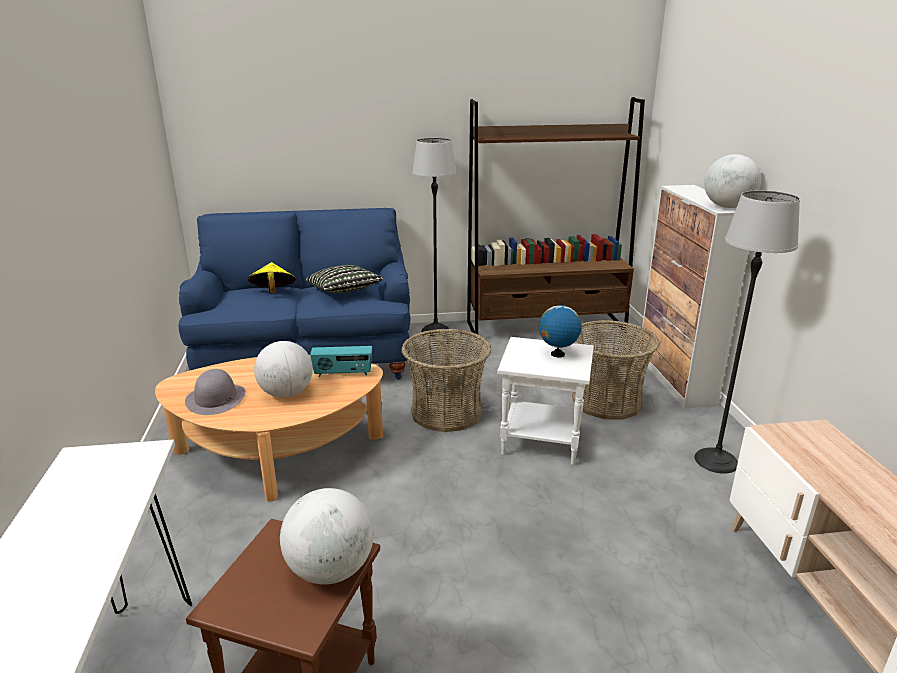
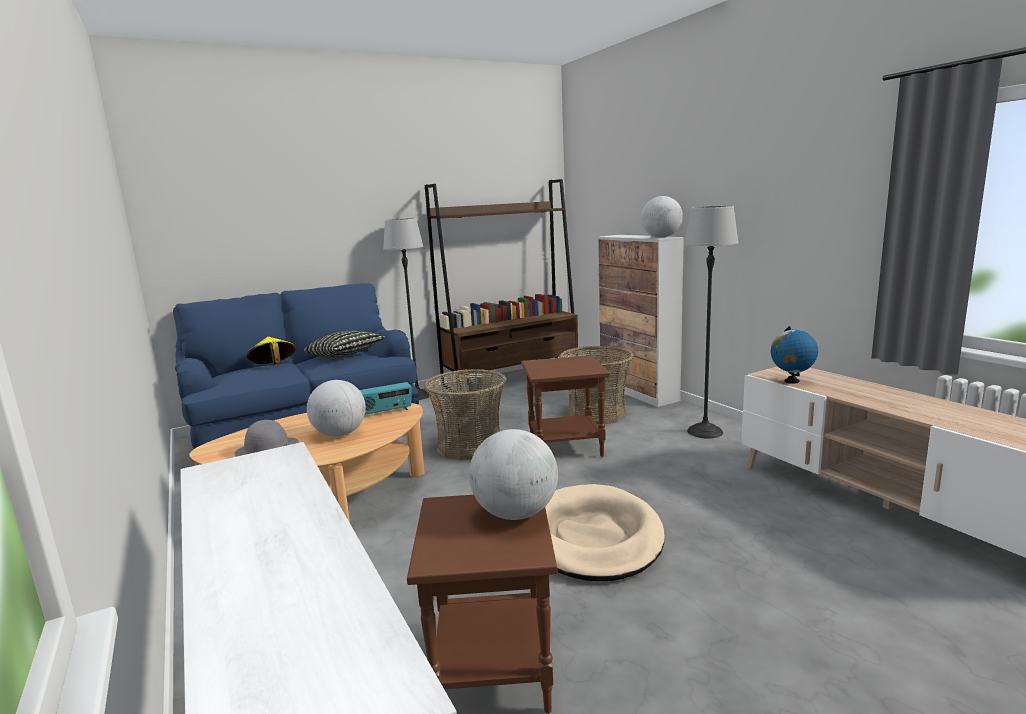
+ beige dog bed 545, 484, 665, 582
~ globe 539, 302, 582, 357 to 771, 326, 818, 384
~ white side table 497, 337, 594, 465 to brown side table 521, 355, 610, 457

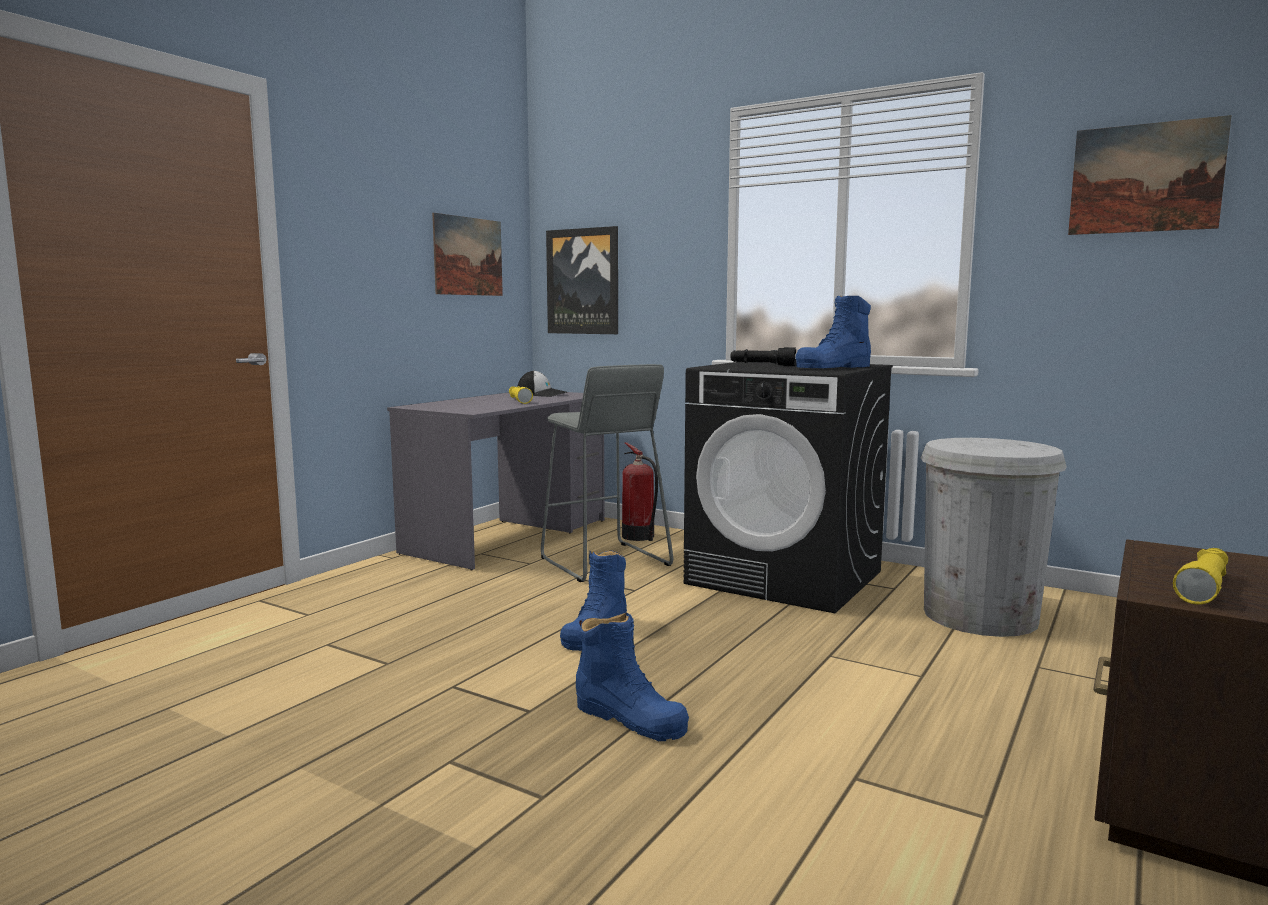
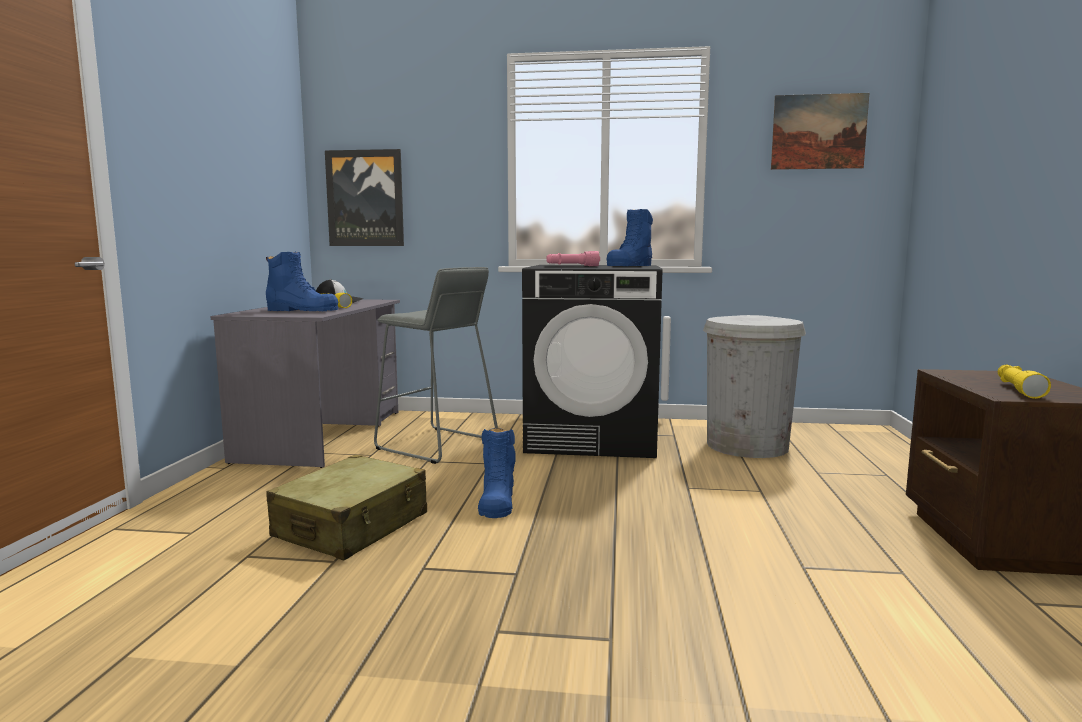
- picture 432, 213, 503, 296
- fire extinguisher 622, 442, 658, 541
+ beige suitcase 266, 455, 427, 560
~ blue boot 576, 612, 689, 741 to 266, 252, 338, 311
~ black flashlight 731, 347, 796, 366 to pink flashlight 546, 251, 600, 266

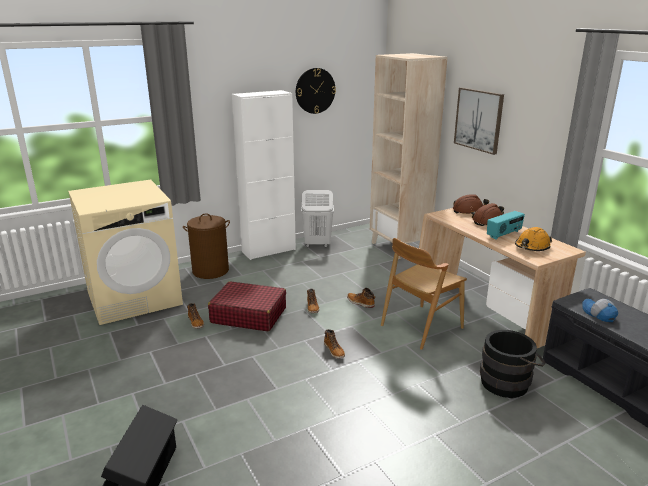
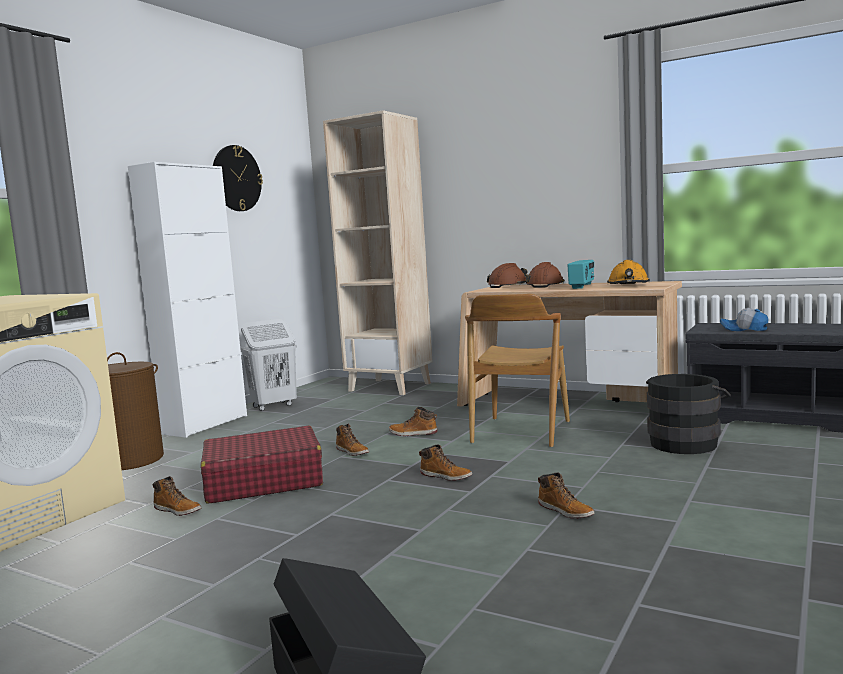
- picture 454, 87, 504, 155
+ boot 538, 472, 595, 519

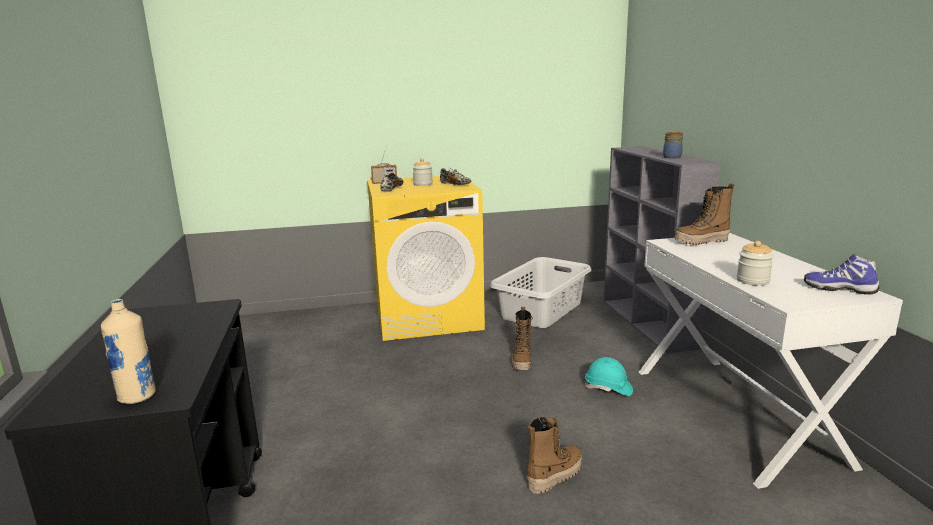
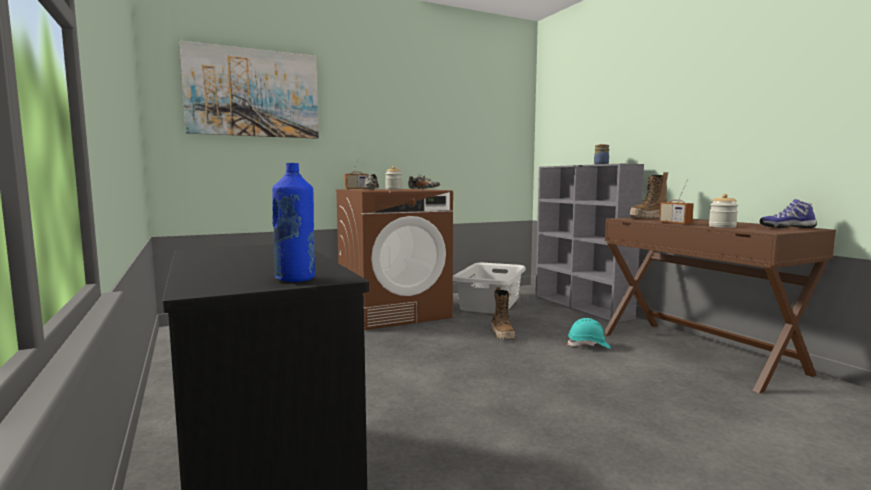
- boot 527, 417, 582, 494
+ picture 180, 41, 319, 139
+ radio 659, 180, 694, 225
~ beige bottle 101, 299, 156, 404 to blue bottle 272, 163, 315, 282
~ yellow washing machine 367, 176, 485, 341 to brown washing machine 336, 189, 453, 330
~ white desk 639, 233, 903, 489 to brown desk 604, 217, 836, 393

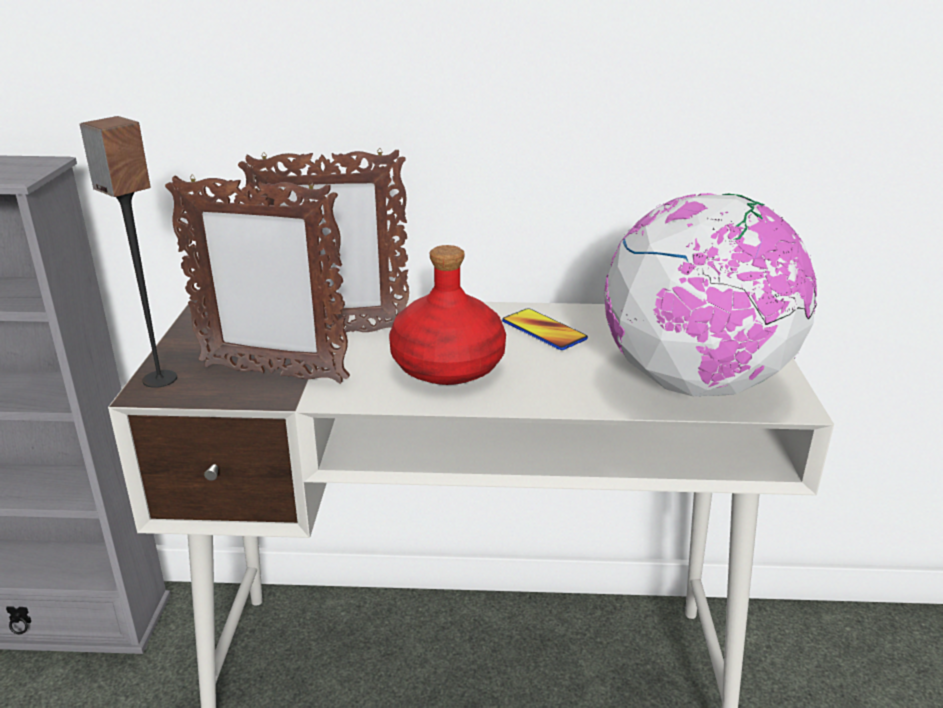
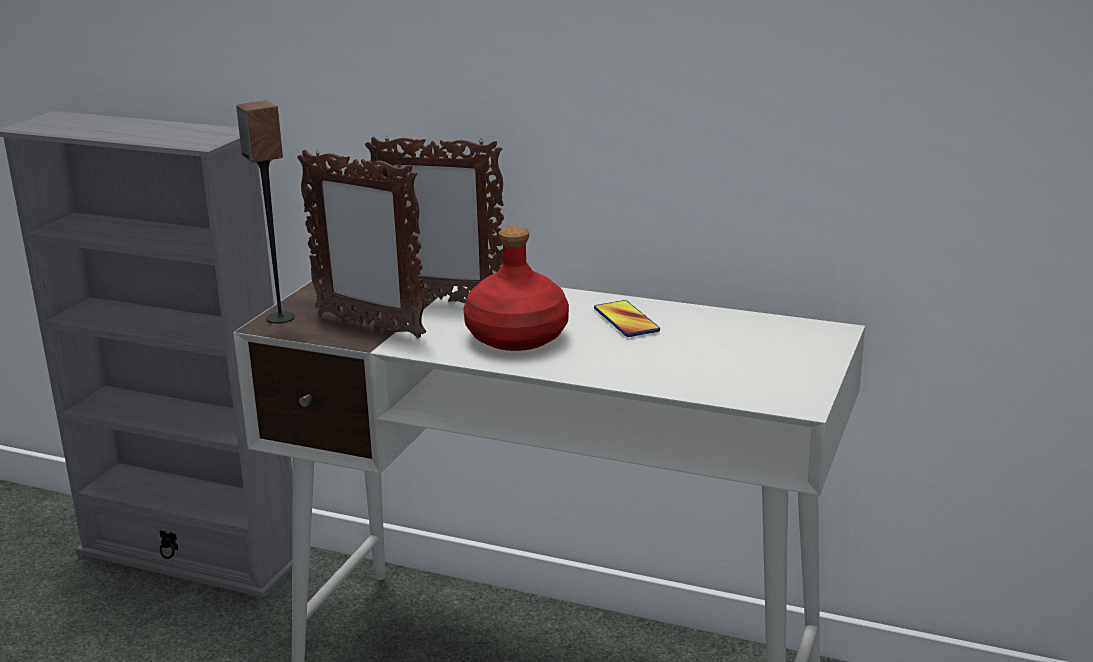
- globe 604, 193, 817, 396

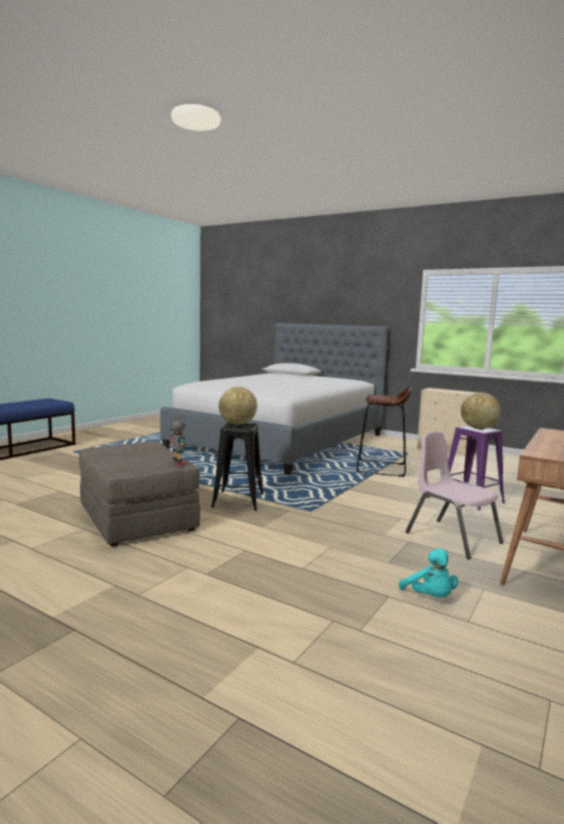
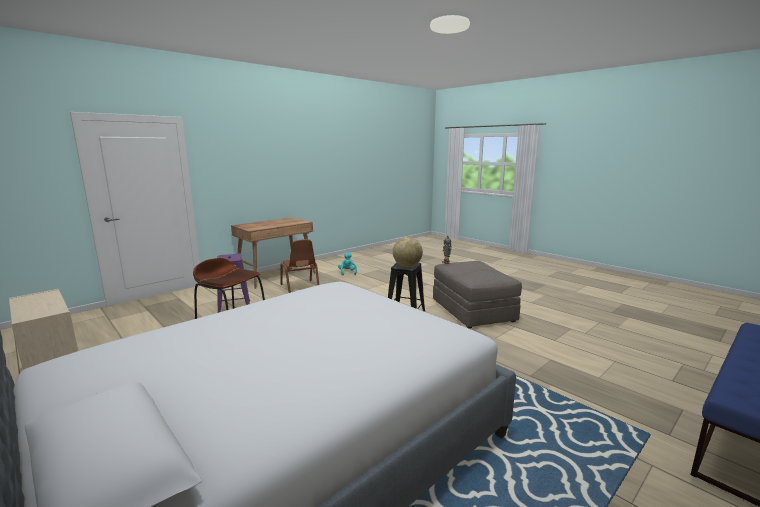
- globe 461, 392, 501, 429
~ pink chair 406, 432, 504, 559 to brown chair 280, 239, 319, 293

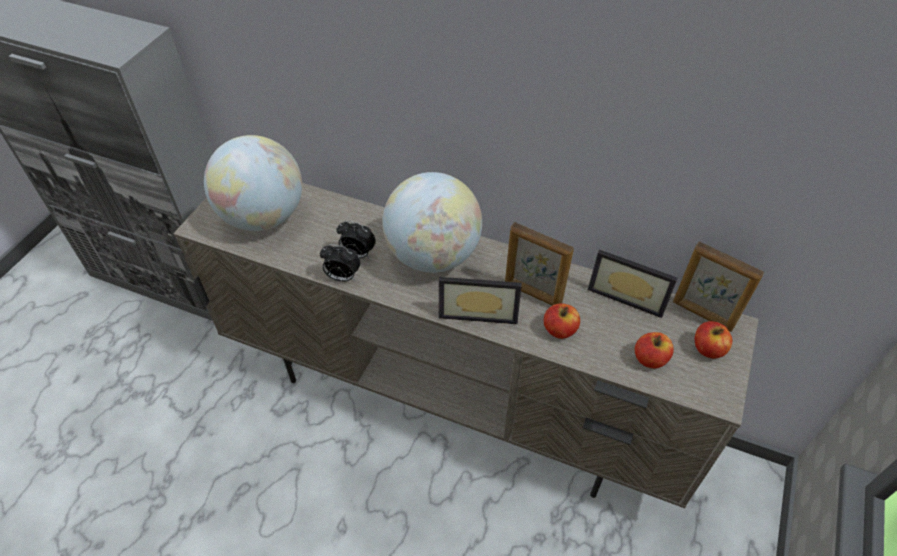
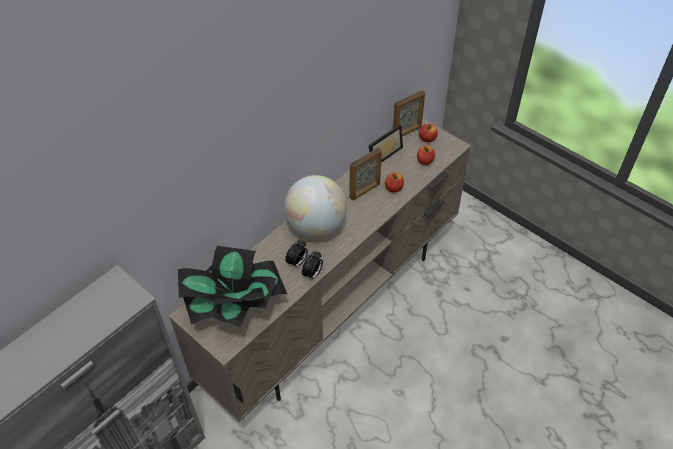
- picture frame 439, 277, 522, 324
~ globe 204, 135, 302, 231 to potted plant 178, 246, 287, 328

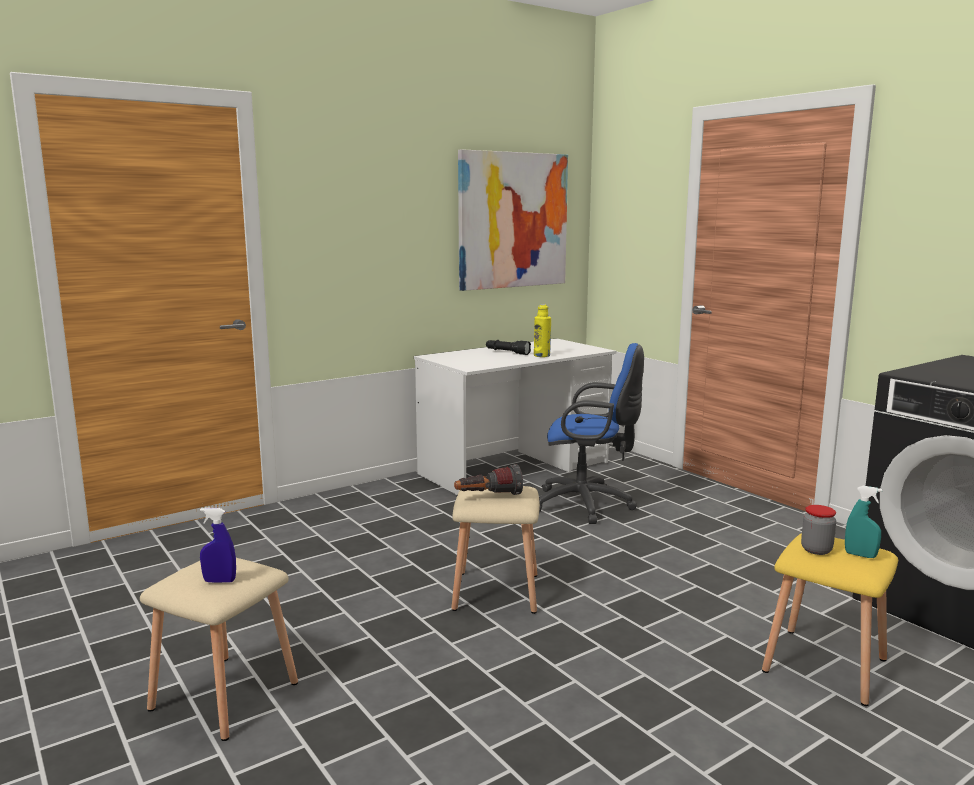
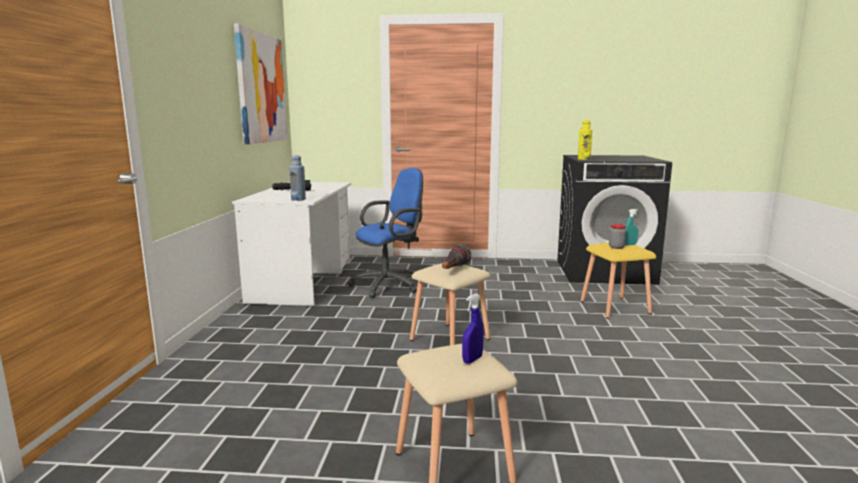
+ blue bottle 289, 155, 306, 201
~ yellow bottle 534, 304, 551, 357 to 578, 120, 592, 160

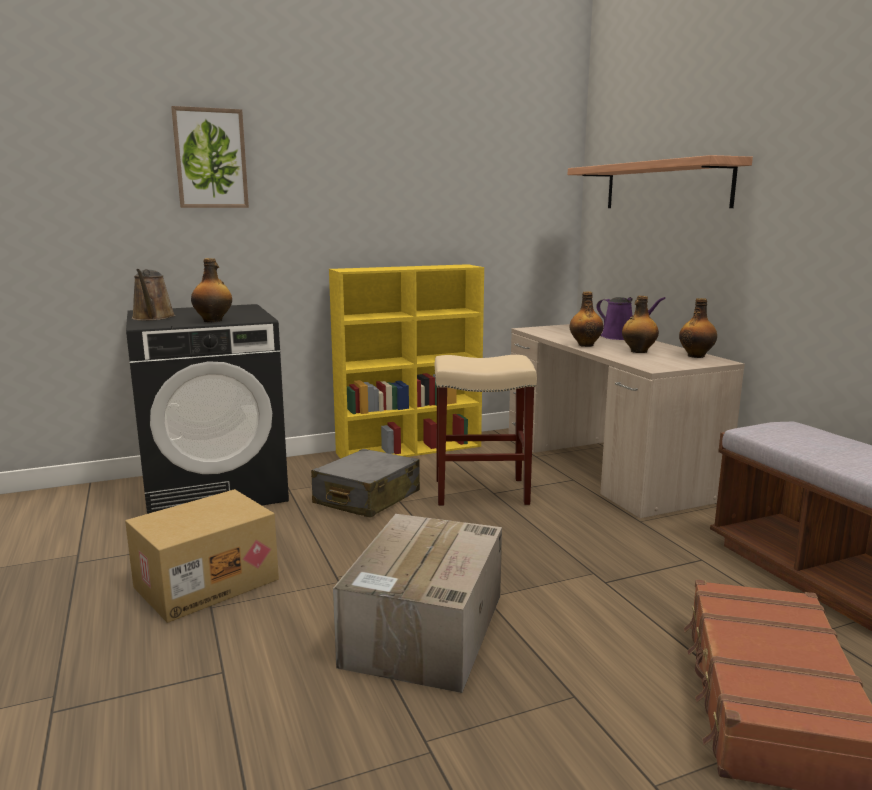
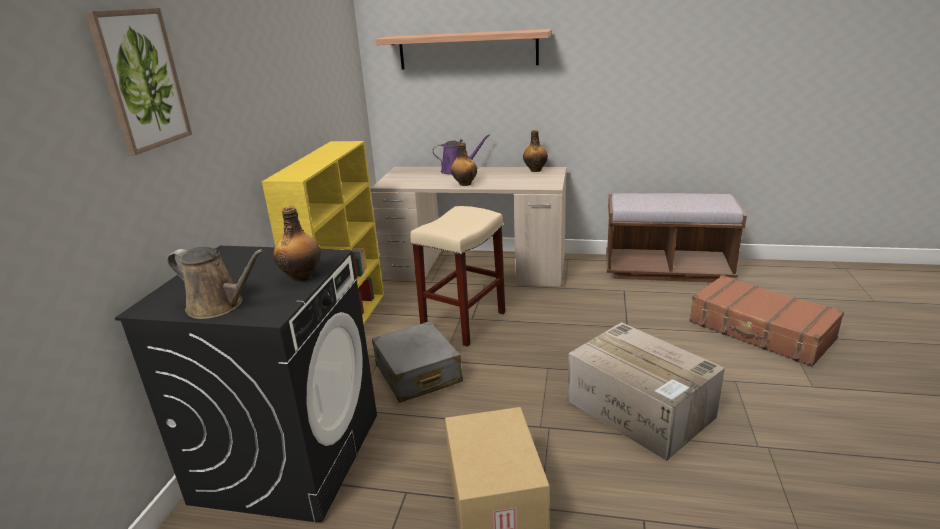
- bottle 622, 296, 659, 353

